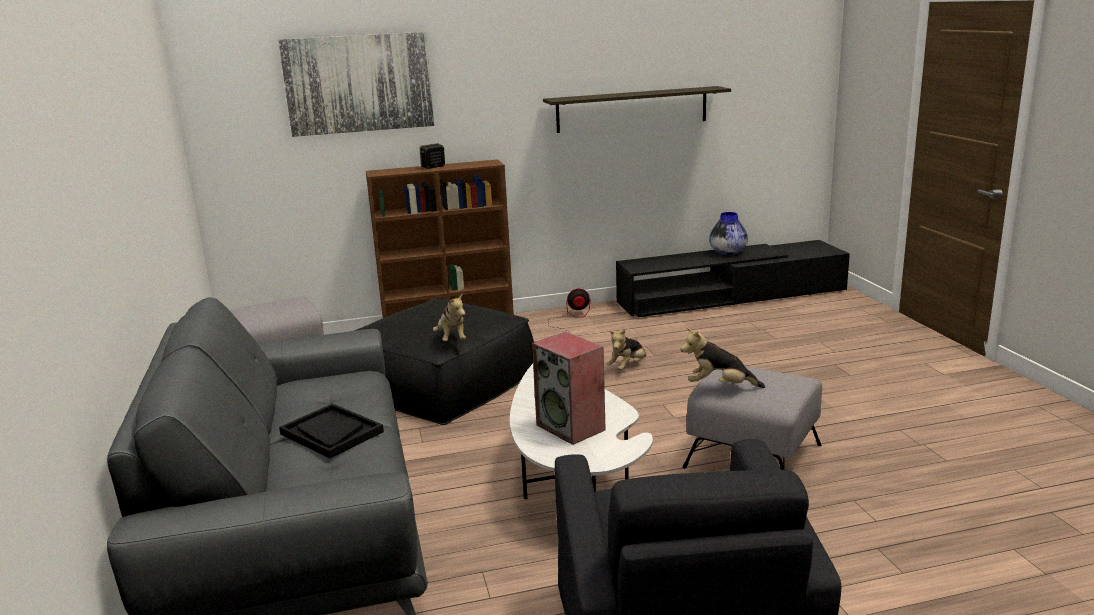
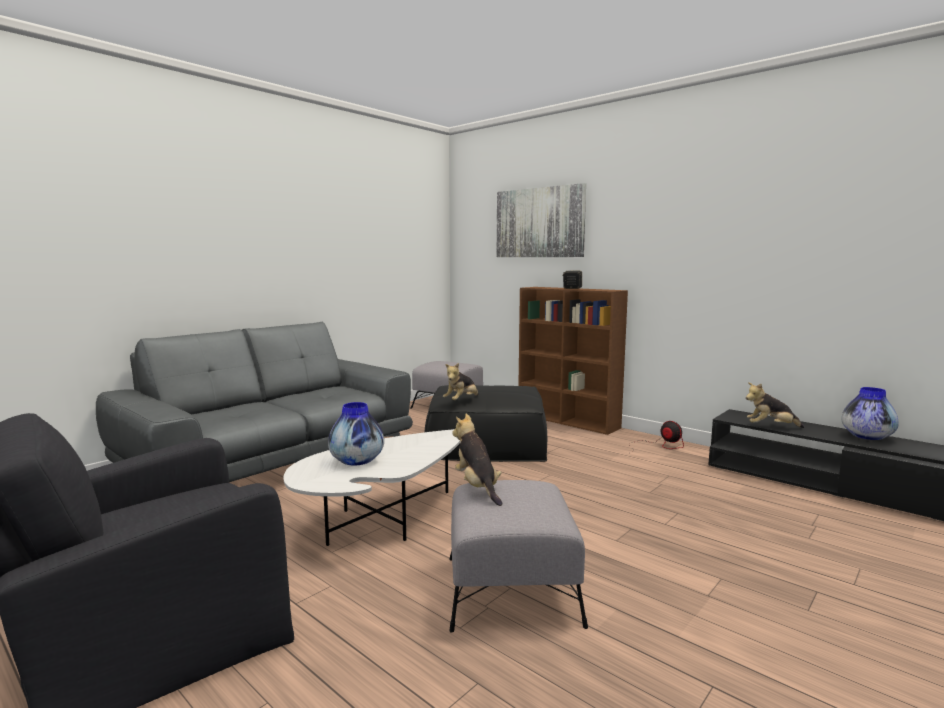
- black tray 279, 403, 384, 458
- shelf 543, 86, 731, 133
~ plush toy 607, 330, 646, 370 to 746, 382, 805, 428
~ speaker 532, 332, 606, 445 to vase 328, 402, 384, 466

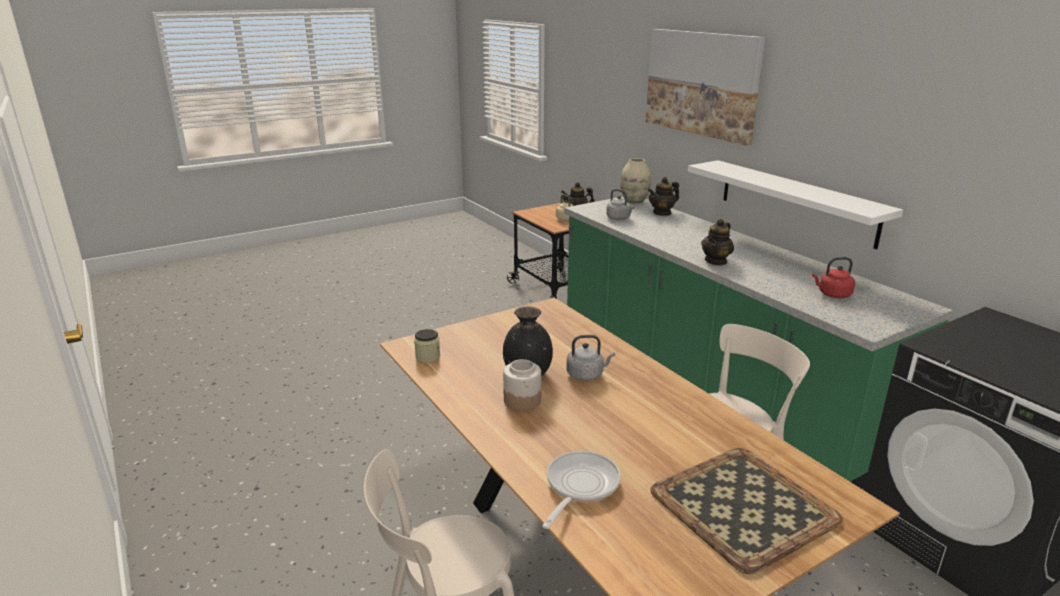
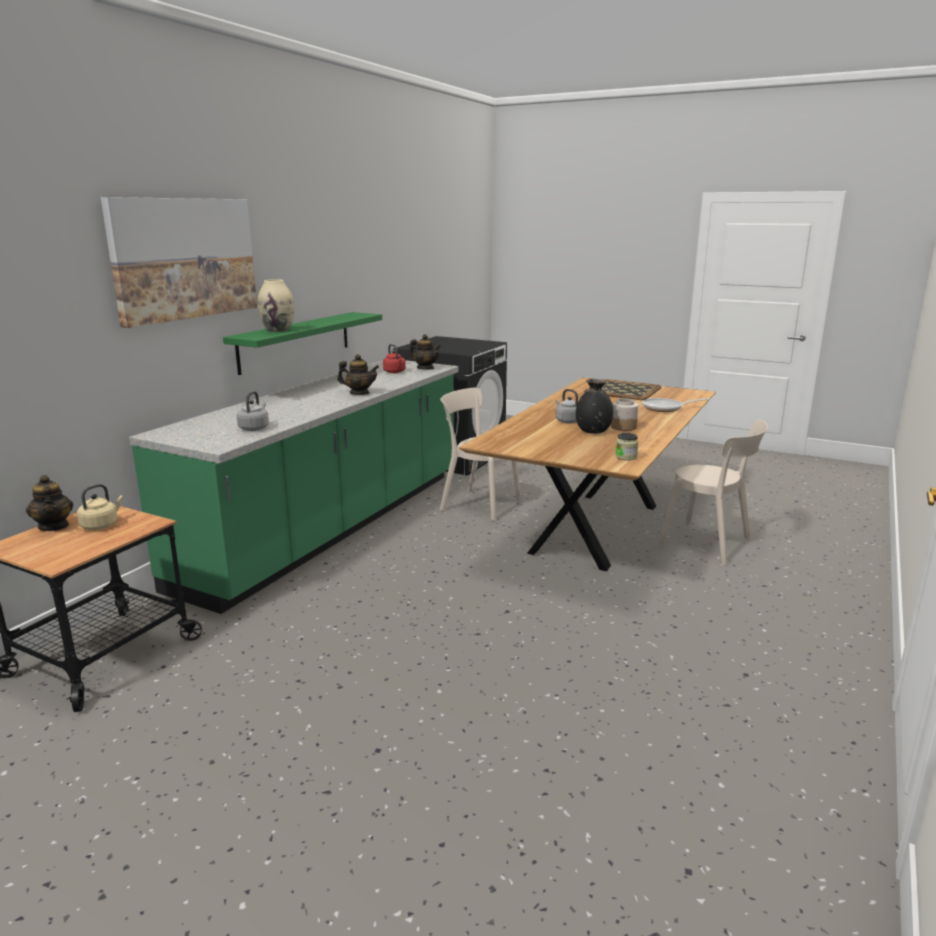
~ beige vase 621, 158, 651, 204 to 258, 279, 294, 332
~ teapot 648, 177, 679, 216 to 409, 334, 441, 370
~ white shelf 688, 160, 903, 249 to green shelf 223, 312, 382, 375

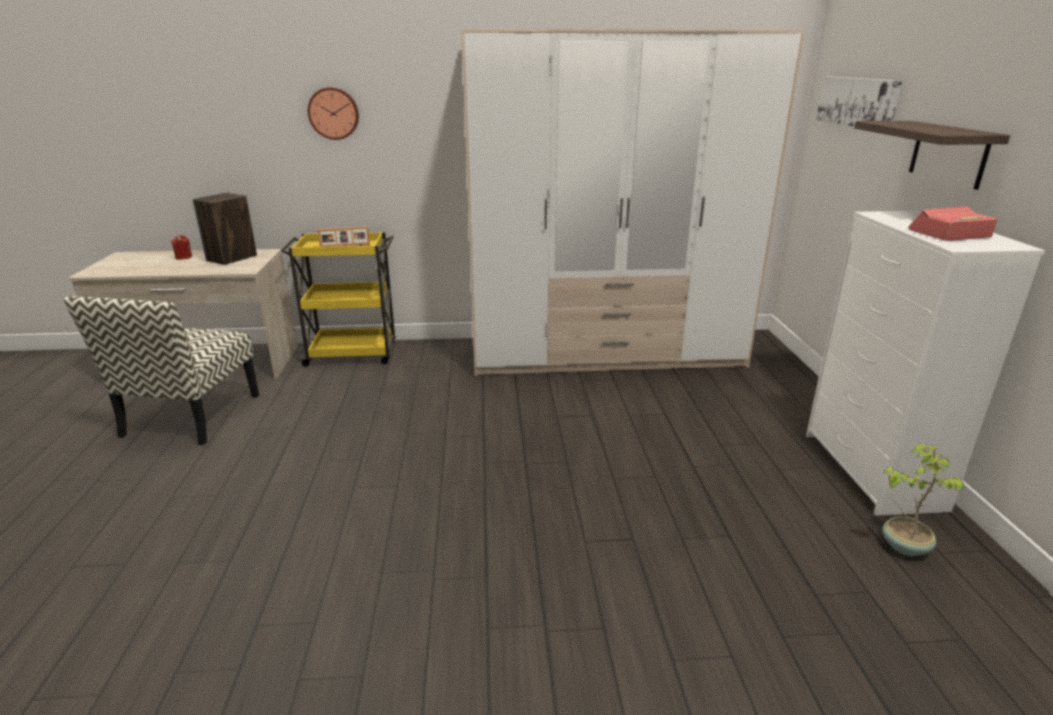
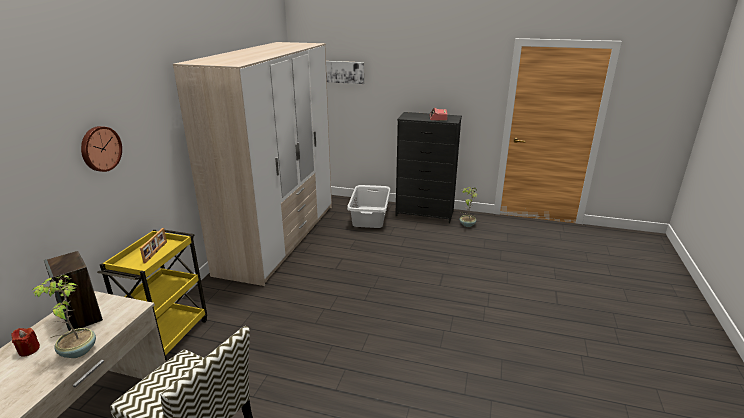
- shelf 854, 121, 1010, 190
+ potted plant 32, 274, 96, 358
+ grey laundry basket 347, 185, 391, 228
~ white dresser 806, 211, 1045, 516 to black dresser 395, 112, 462, 223

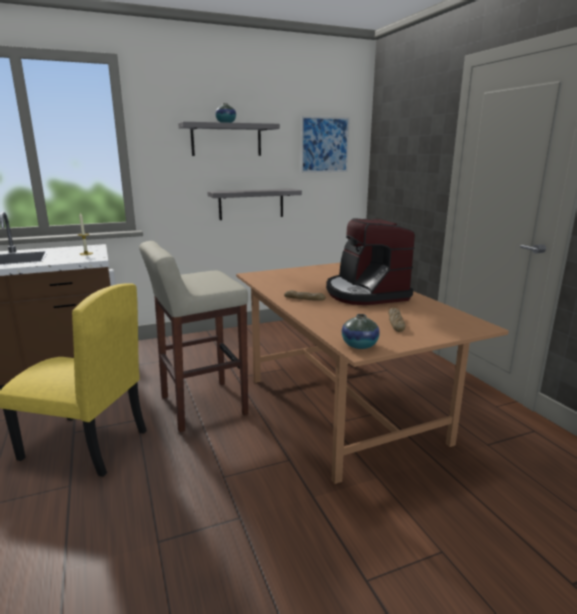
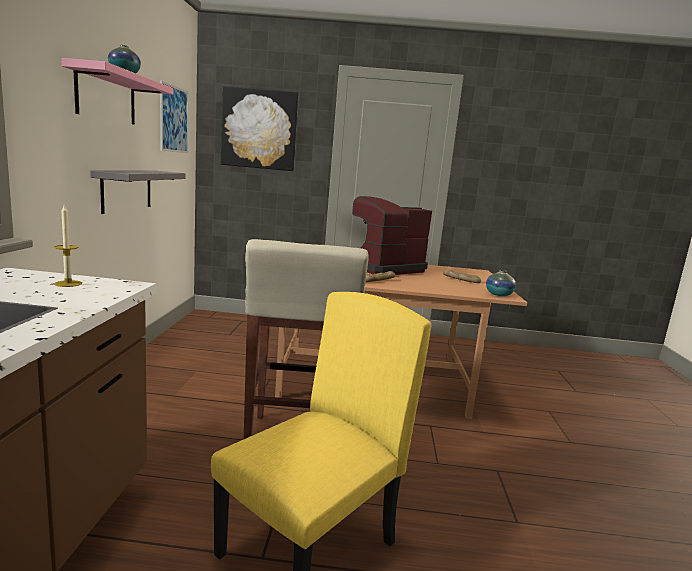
+ picture 220, 86, 298, 171
~ grey shelf 178, 122, 280, 156 to pink shelf 61, 58, 174, 125
~ coffee machine 326, 218, 415, 305 = 352, 196, 432, 275 135 degrees clockwise

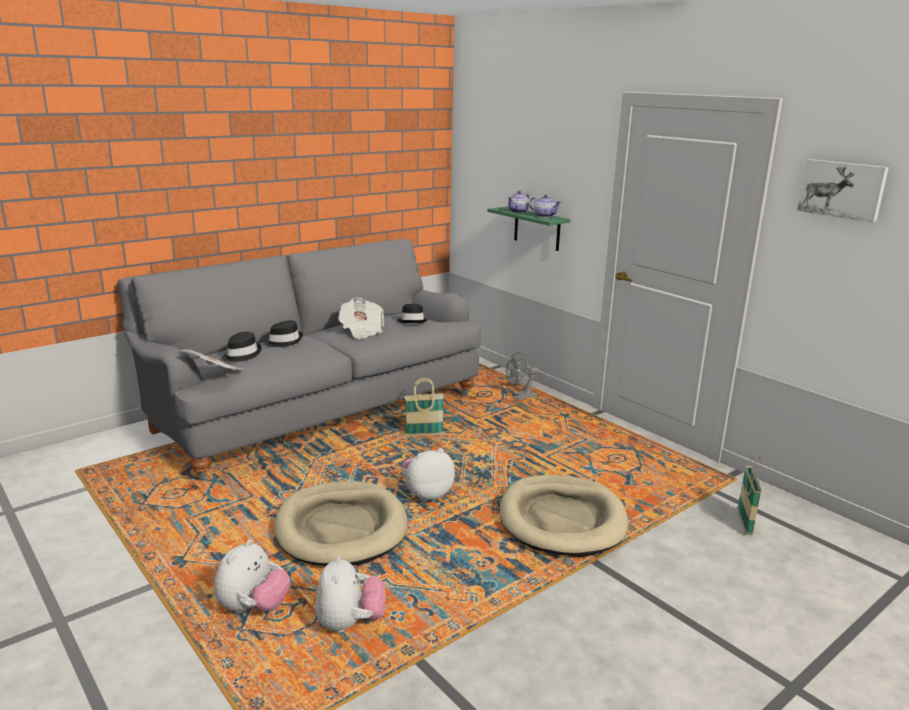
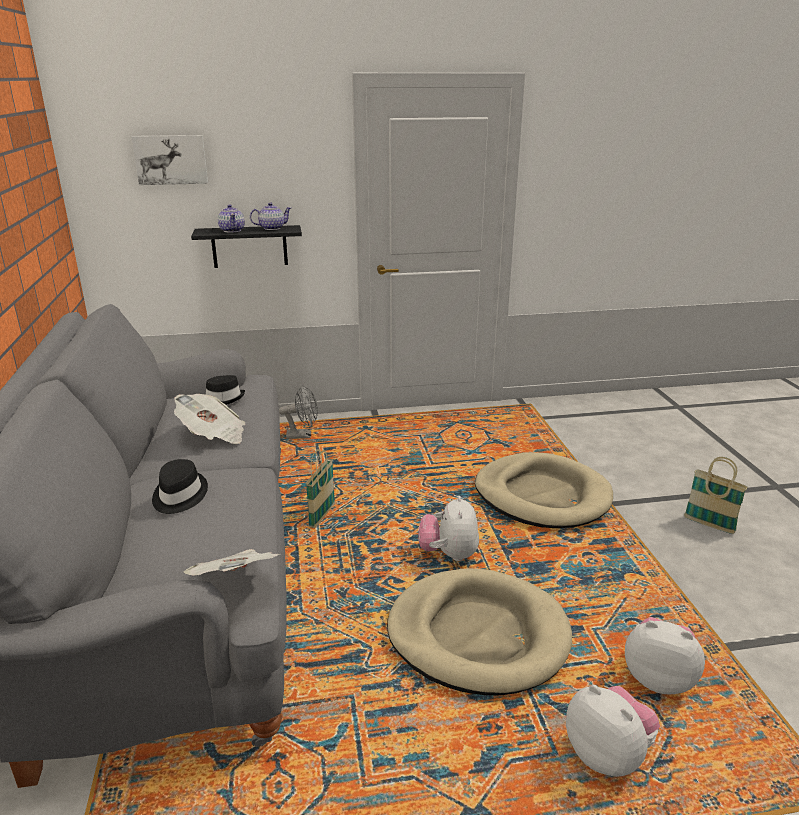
- black hat 222, 331, 262, 362
~ basket 737, 456, 762, 535 to 684, 457, 748, 534
~ picture 797, 159, 889, 222 to 131, 135, 208, 185
~ green shelf 487, 206, 571, 251 to black shelf 191, 225, 302, 268
~ grey fan 506, 352, 539, 400 = 279, 385, 318, 439 90 degrees counterclockwise

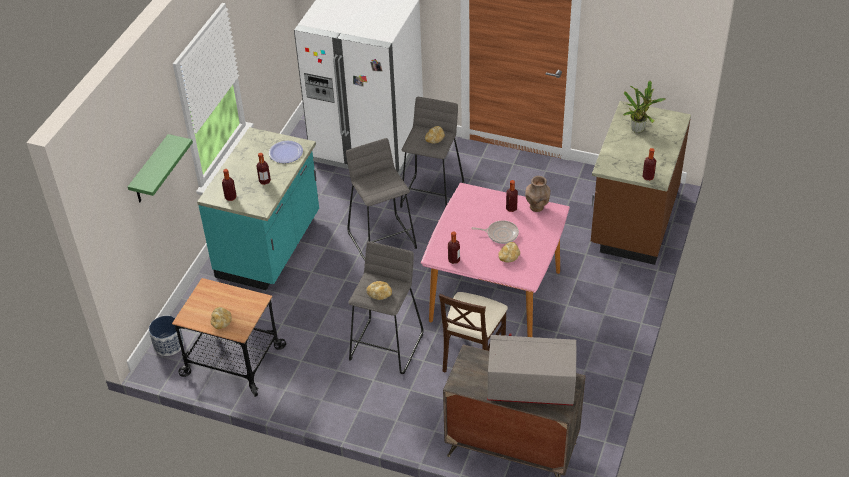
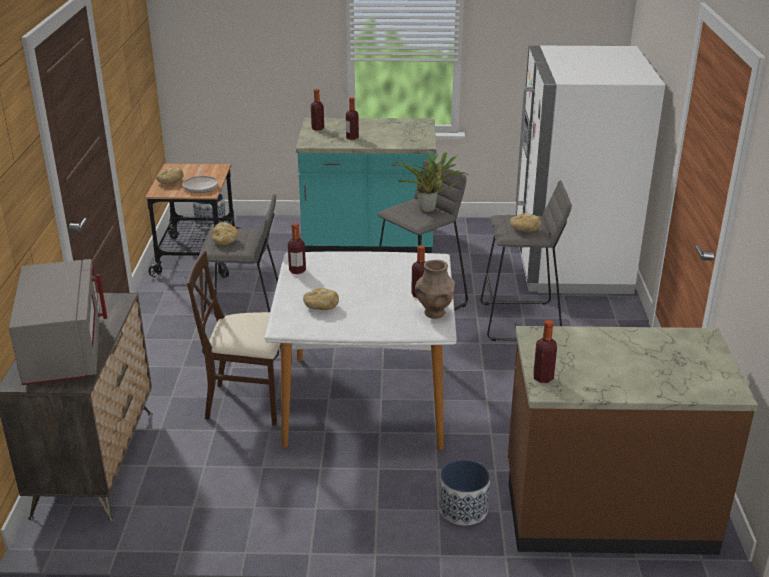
- green shelf 128, 134, 193, 202
- plate 269, 141, 303, 163
+ planter 439, 459, 490, 526
~ frying pan 471, 220, 519, 244 to 182, 168, 218, 193
~ potted plant 623, 81, 665, 133 to 396, 152, 469, 212
~ pink dining table 421, 183, 570, 337 to white dining table 264, 251, 457, 450

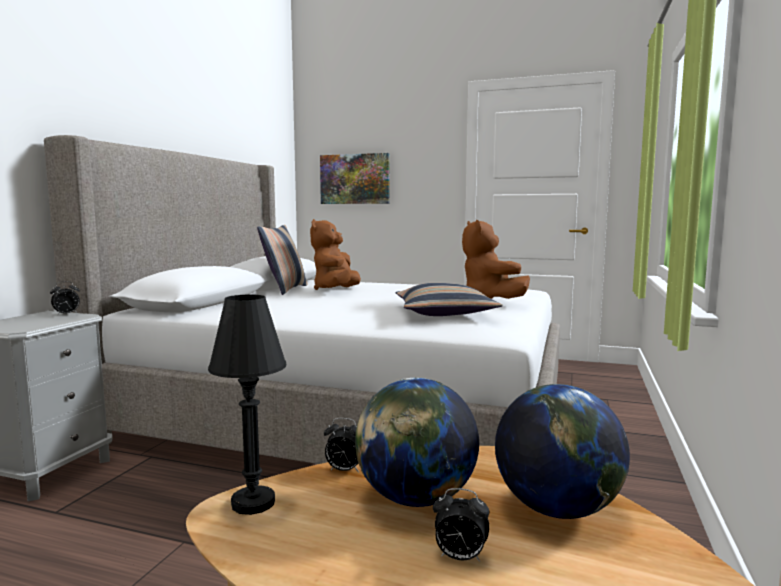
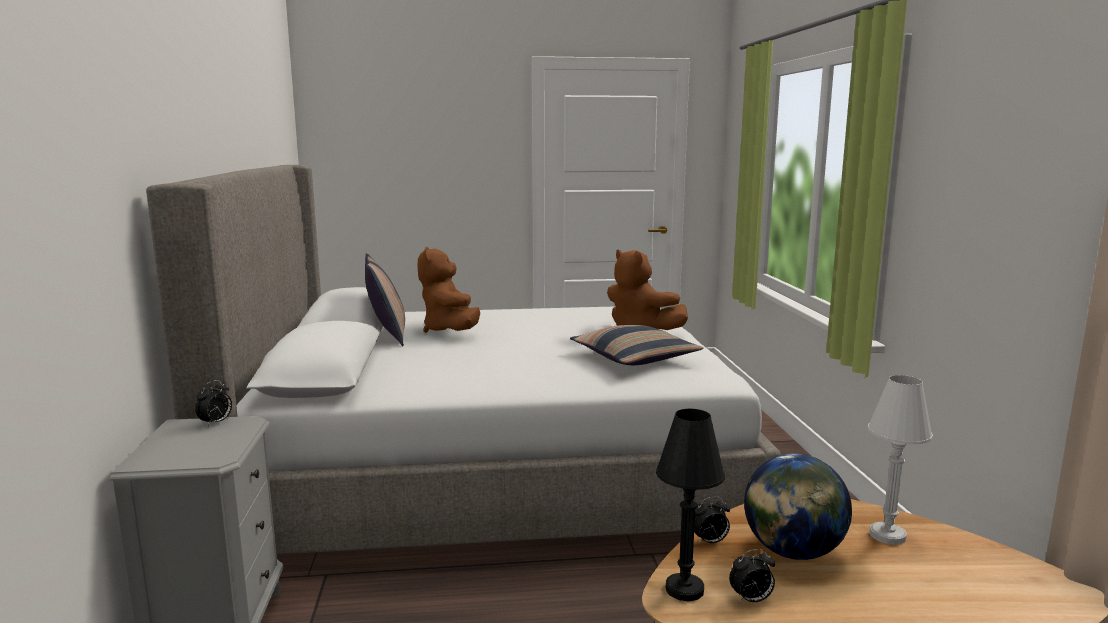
- picture 320, 153, 390, 204
~ alarm clock 433, 488, 489, 562 to 729, 549, 775, 603
~ globe 495, 384, 630, 519 to white table lamp 868, 375, 933, 545

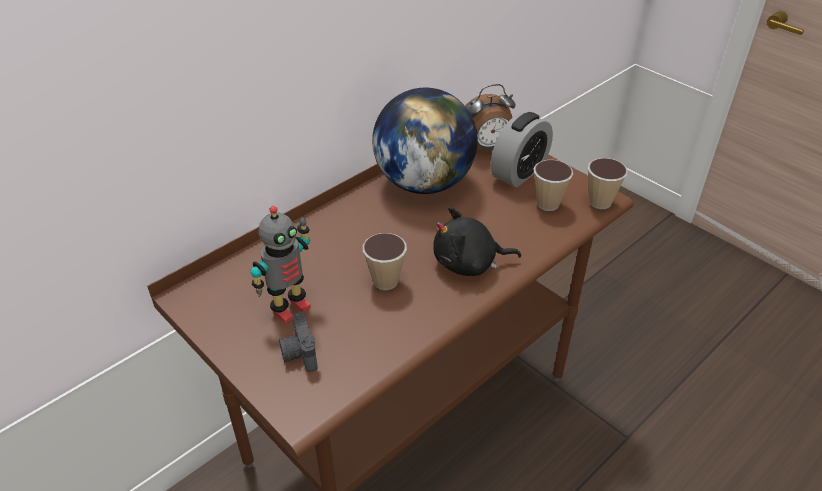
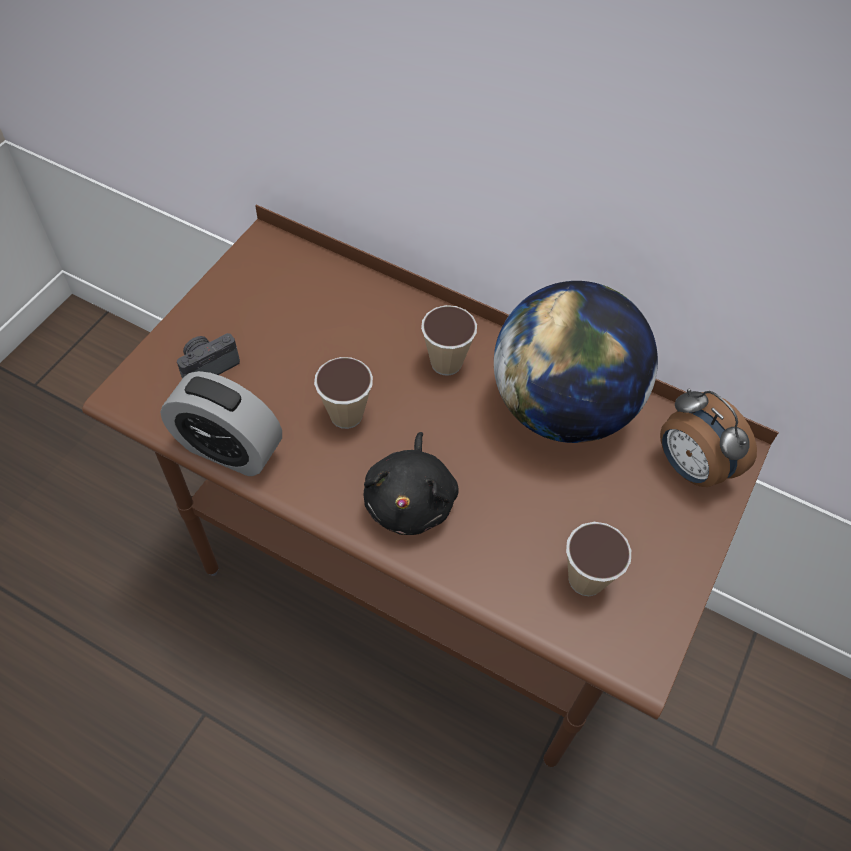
- toy robot 250, 206, 311, 324
~ alarm clock 491, 112, 553, 188 to 160, 371, 282, 476
~ cup 588, 158, 628, 209 to 421, 305, 477, 376
~ black plush toy 433, 207, 521, 276 = 364, 432, 459, 535 150 degrees counterclockwise

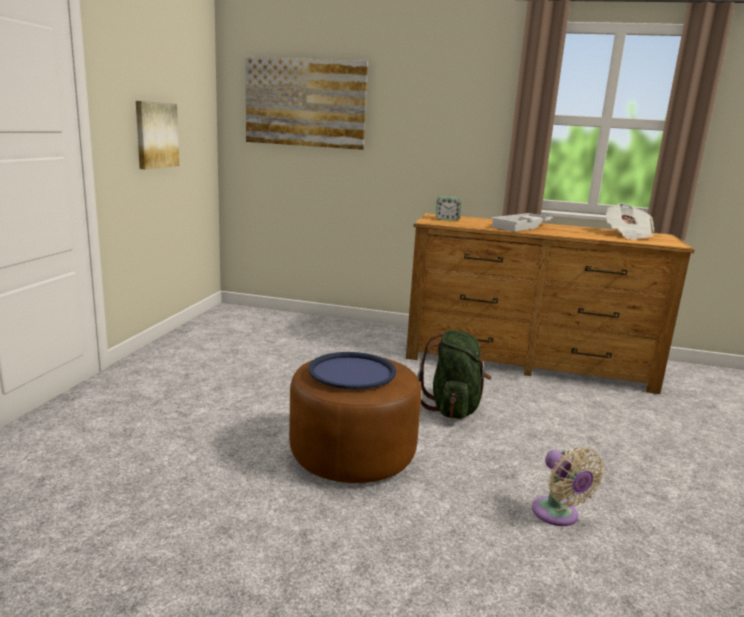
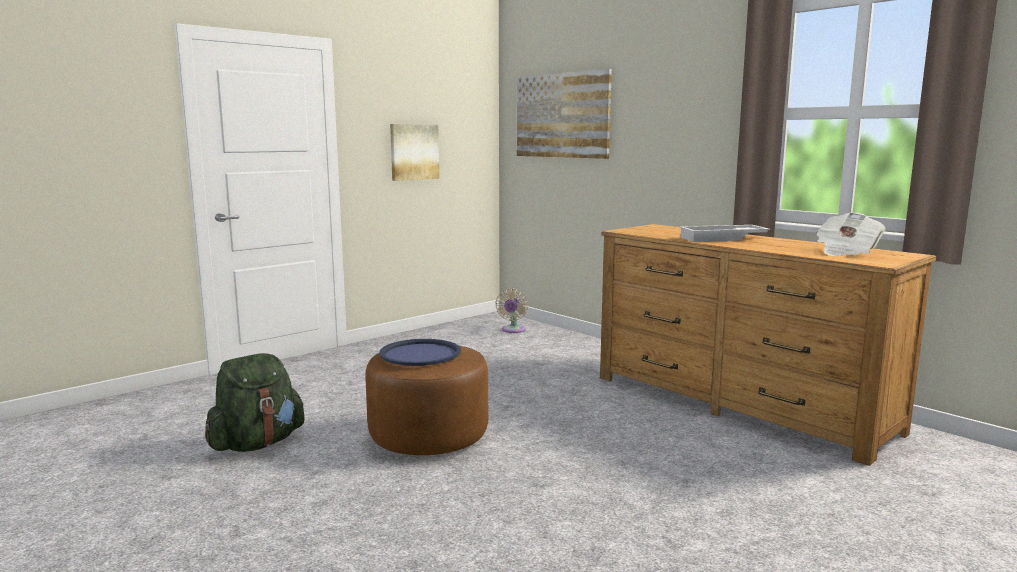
- alarm clock 436, 197, 461, 221
~ green backpack 417, 330, 492, 419 to 205, 353, 305, 452
~ beige fan 532, 447, 604, 526 to 495, 289, 528, 333

